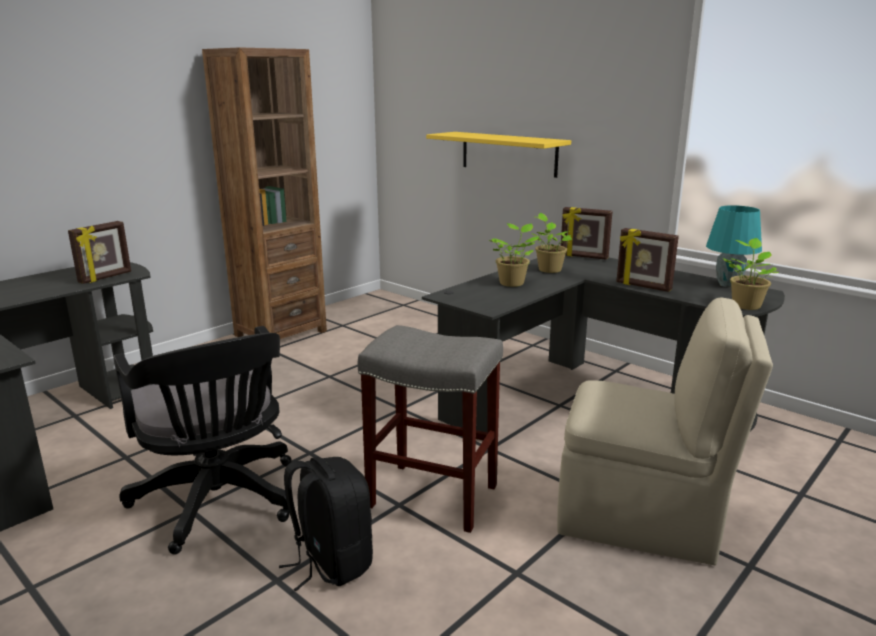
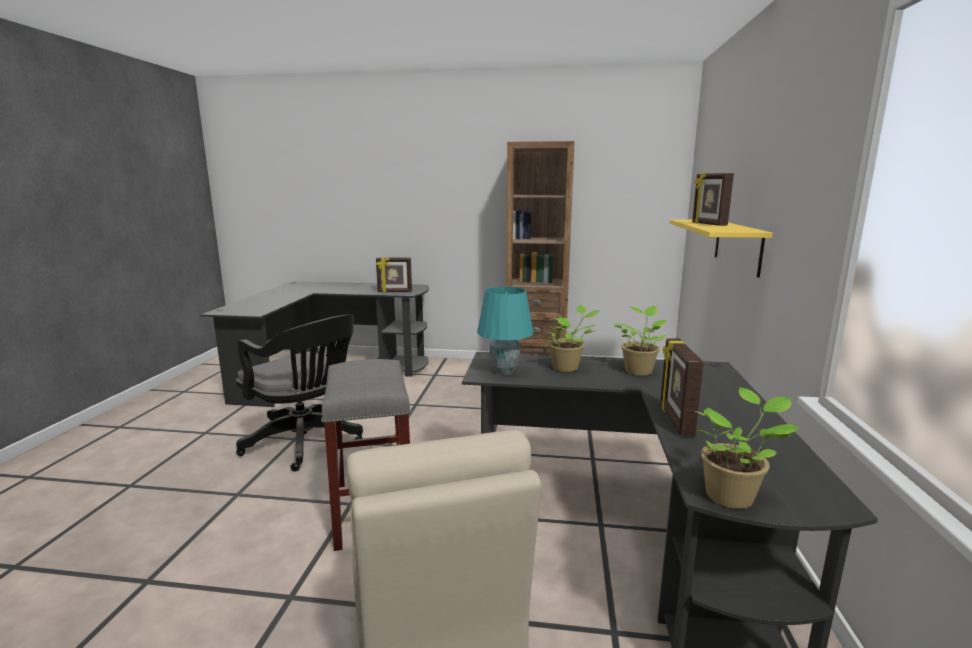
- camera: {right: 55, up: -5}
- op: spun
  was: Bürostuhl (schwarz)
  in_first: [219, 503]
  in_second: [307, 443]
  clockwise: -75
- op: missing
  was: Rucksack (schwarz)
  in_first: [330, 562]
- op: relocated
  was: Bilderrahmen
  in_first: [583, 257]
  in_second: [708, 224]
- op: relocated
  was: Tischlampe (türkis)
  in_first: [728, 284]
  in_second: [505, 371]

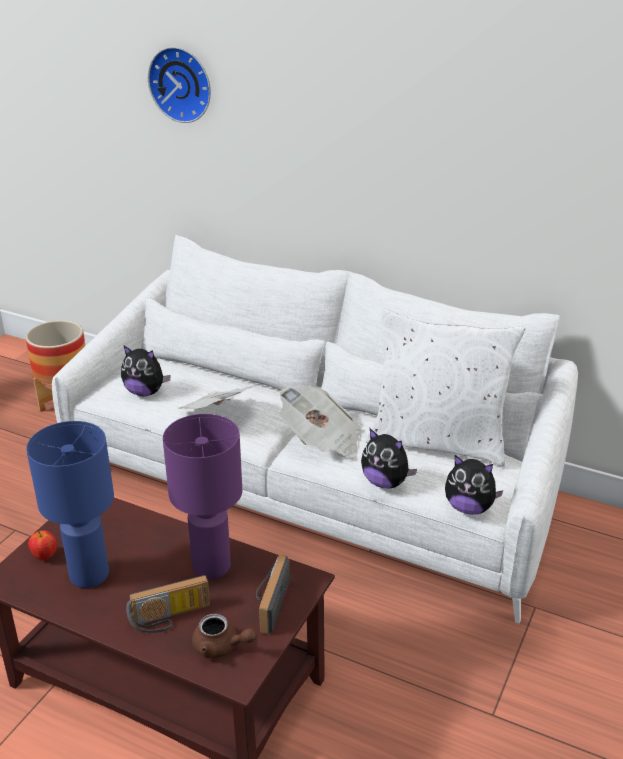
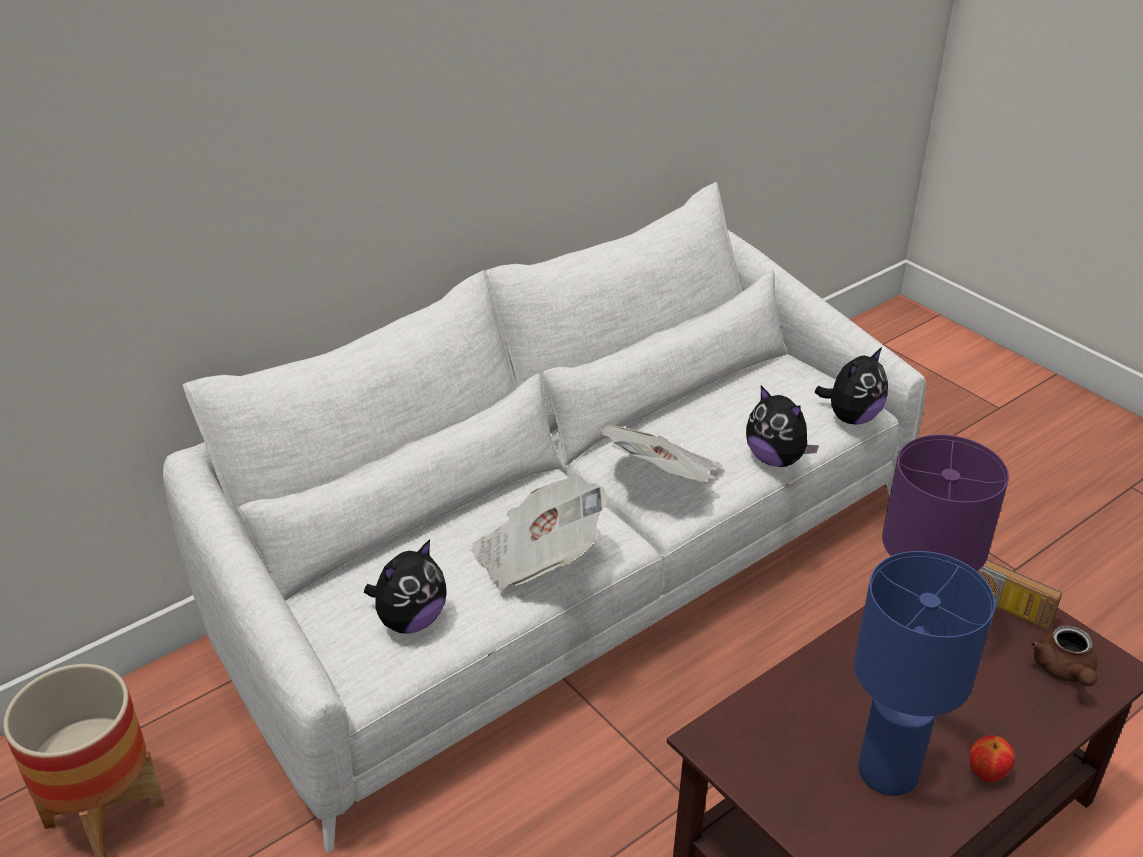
- camera: {right: -65, up: 5}
- op: relocated
  was: Apfel
  in_first: [45, 556]
  in_second: [986, 774]
- op: missing
  was: Radio
  in_first: [170, 618]
- op: missing
  was: Wanduhr
  in_first: [182, 84]
- op: spun
  was: Teekanne (braun)
  in_first: [221, 647]
  in_second: [1064, 671]
  clockwise: 135
- op: spun
  was: Plüschtier
  in_first: [385, 482]
  in_second: [776, 459]
  clockwise: 75
- op: missing
  was: Kissen (weiß)
  in_first: [437, 441]

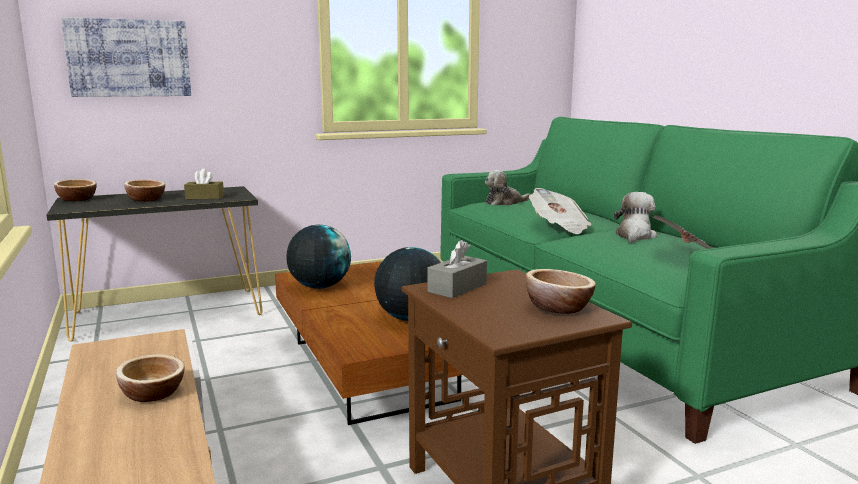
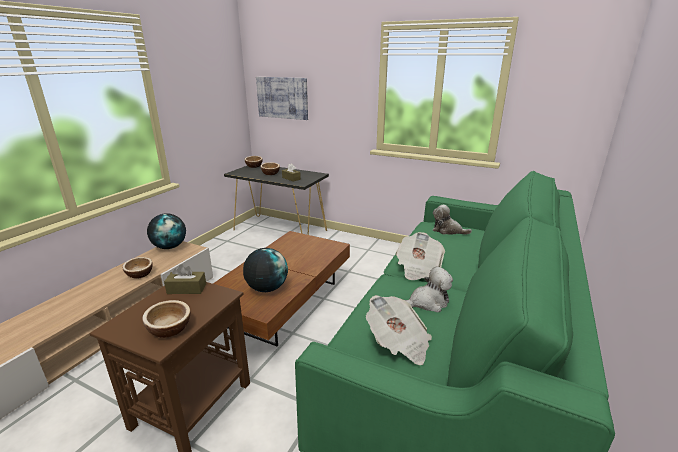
- camera: {right: 50, up: 10}
- op: relocated
  was: Globus
  in_first: [320, 287]
  in_second: [170, 247]
- op: colour
  was: Taschentuchbox (grau)
  now: Taschentuchbox (braun)
  in_first: [457, 288]
  in_second: [187, 289]

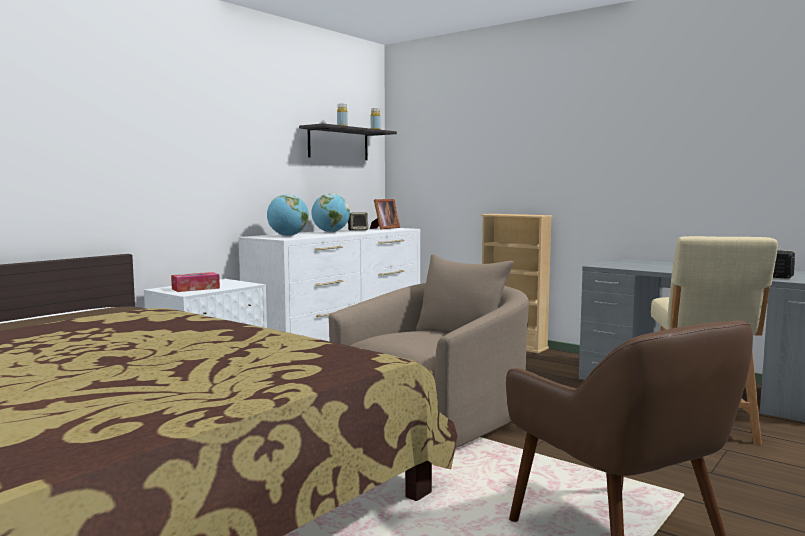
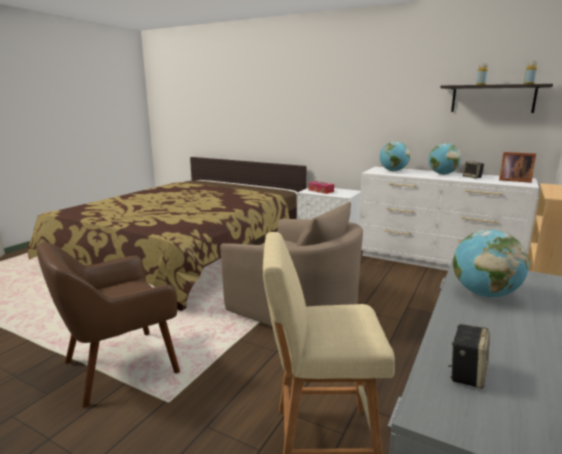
- camera: {right: 80, up: 10}
- op: appeared
  now: Globus
  in_second: [484, 294]

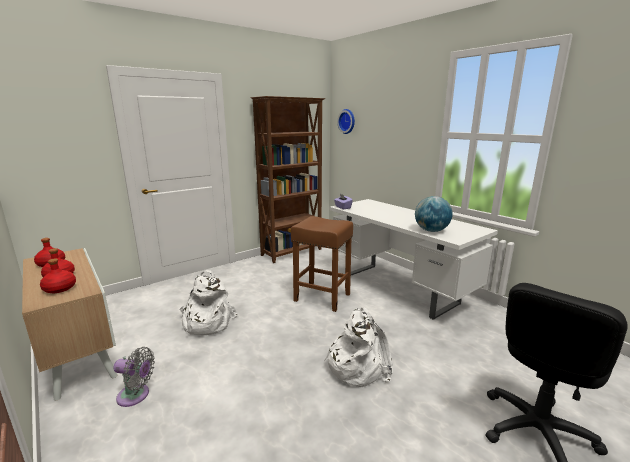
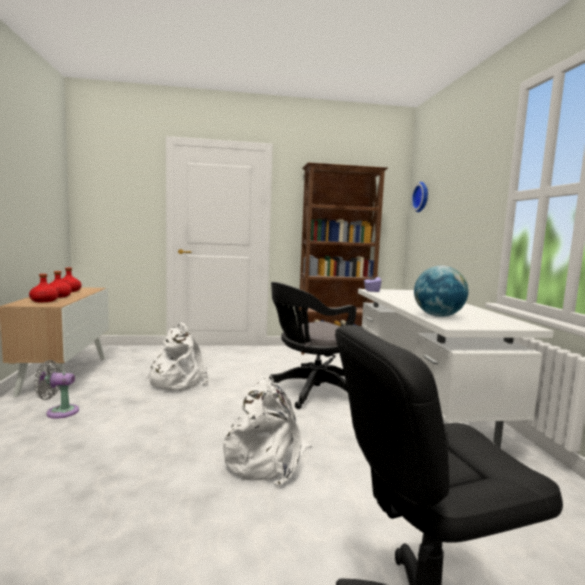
- camera: {right: 30, up: -10}
- op: spun
  was: Ventilator (grau)
  in_first: [136, 395]
  in_second: [59, 412]
  clockwise: 135
- op: exchanged
  was: Hocker (braun)
  now: Bürostuhl (schwarz)
  in_first: [321, 297]
  in_second: [312, 392]

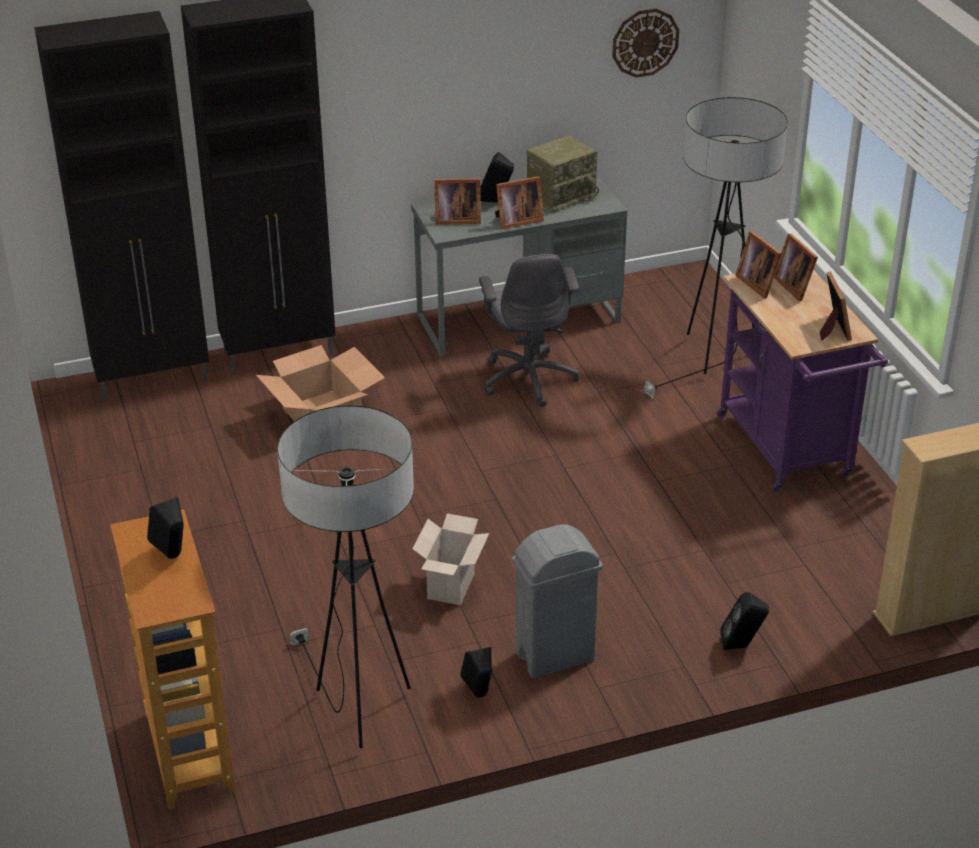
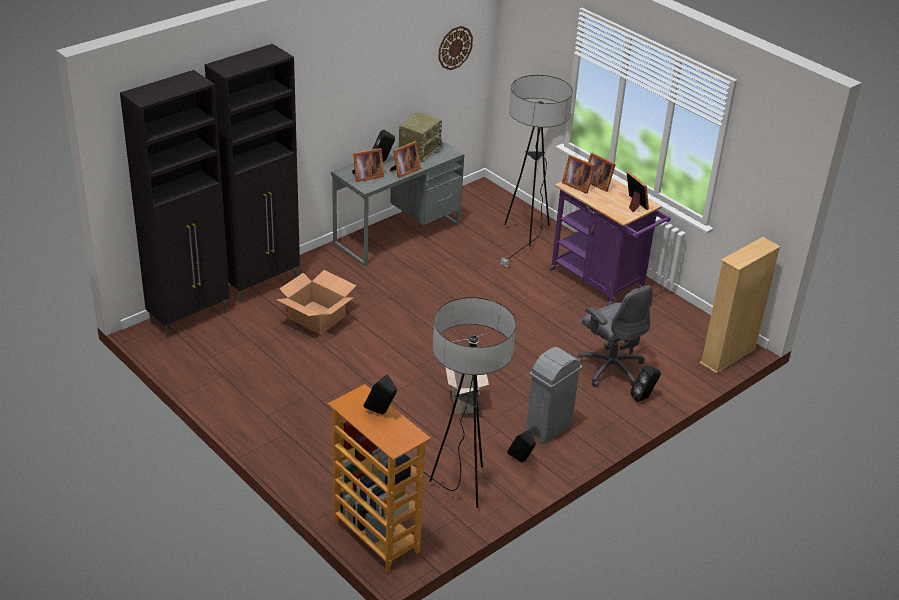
- camera: {right: -25, up: 0}
- op: relocated
  was: Bürostuhl (grau)
  in_first: [529, 378]
  in_second: [610, 368]

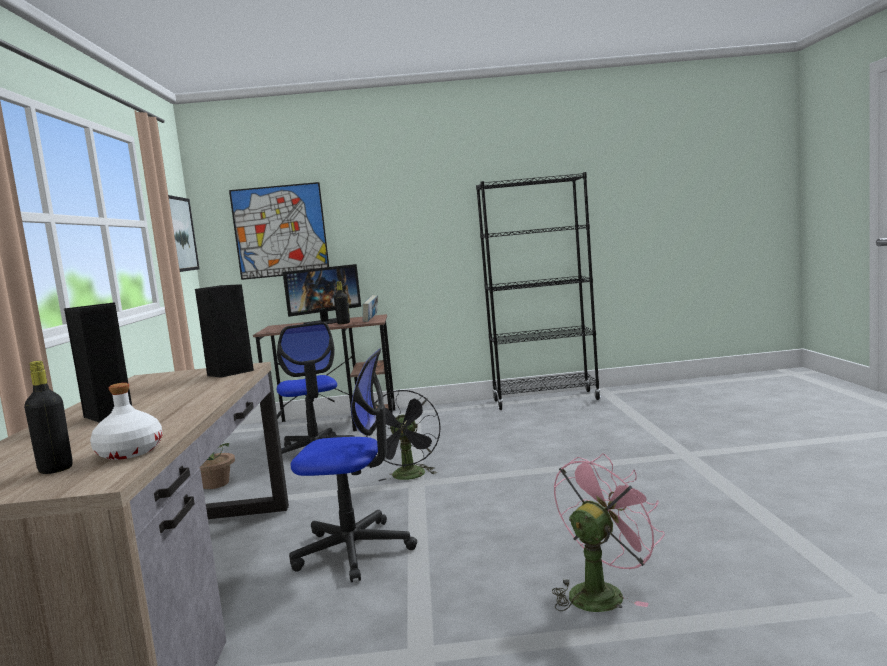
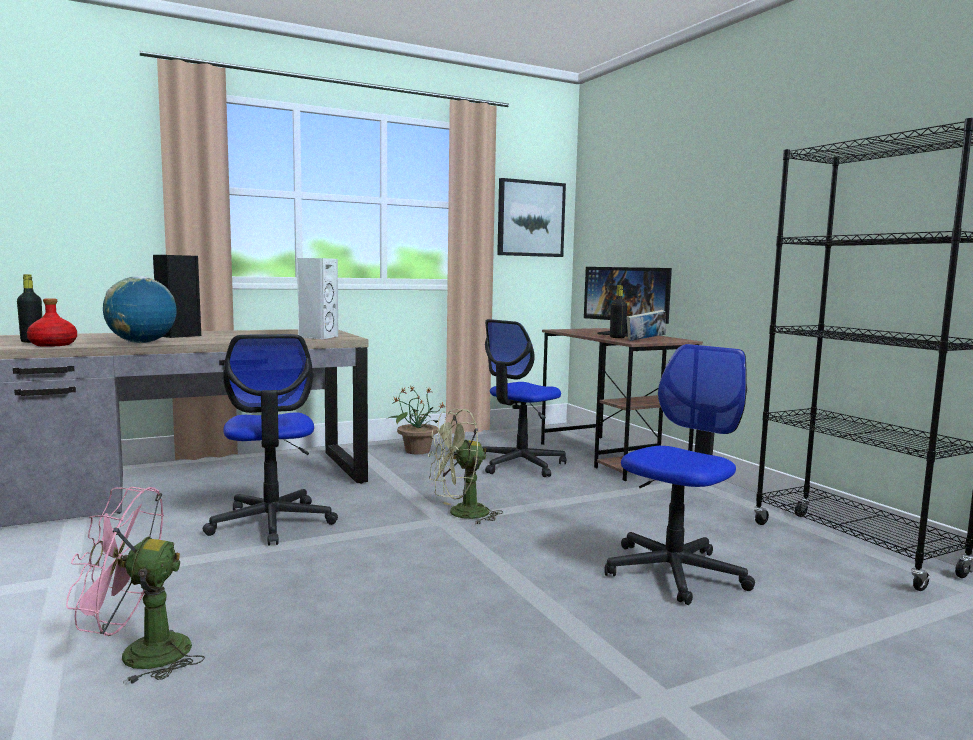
- camera: {right: 65, up: 0}
- op: colour
  was: Flasche (weiß)
  now: Flasche (rot)
  in_first: [129, 452]
  in_second: [53, 344]
- op: colour
  was: Lautsprecher (schwarz)
  now: Lautsprecher (weiß)
  in_first: [229, 373]
  in_second: [317, 337]
- op: missing
  was: Bild
  in_first: [280, 231]
- op: colour
  was: Ventilator (schwarz)
  now: Ventilator (grün)
  in_first: [409, 477]
  in_second: [461, 514]
- op: spun
  was: Ventilator (rosa)
  in_first: [601, 592]
  in_second: [139, 655]
  clockwise: 150
- op: appeared
  now: Globus
  in_second: [142, 343]
- op: appeared
  now: Bürostuhl
  in_second: [674, 572]

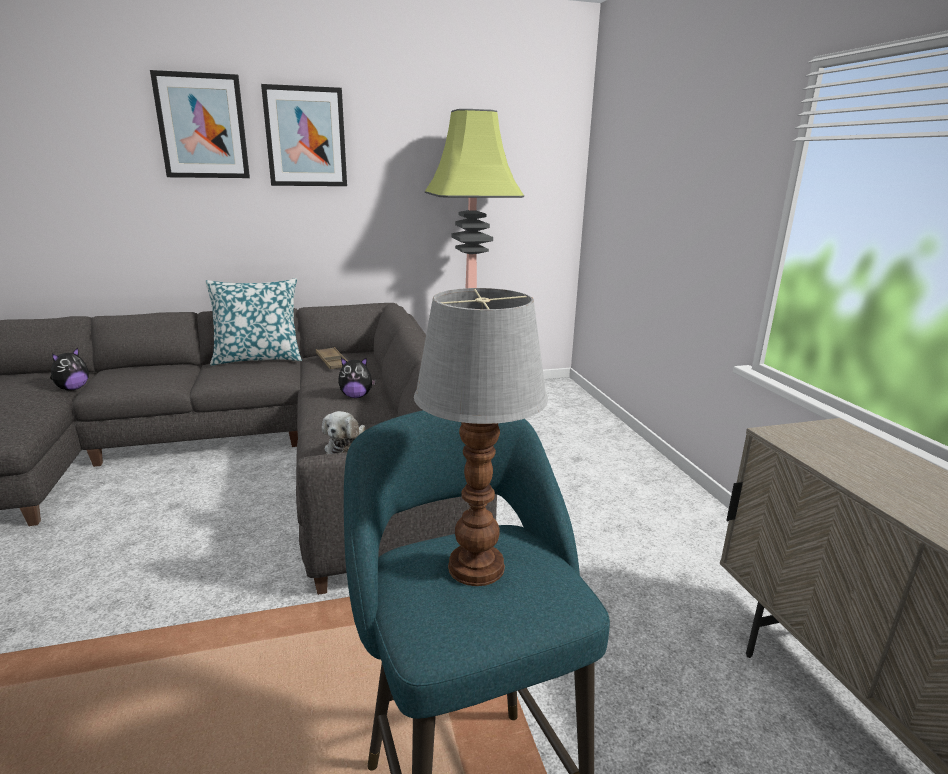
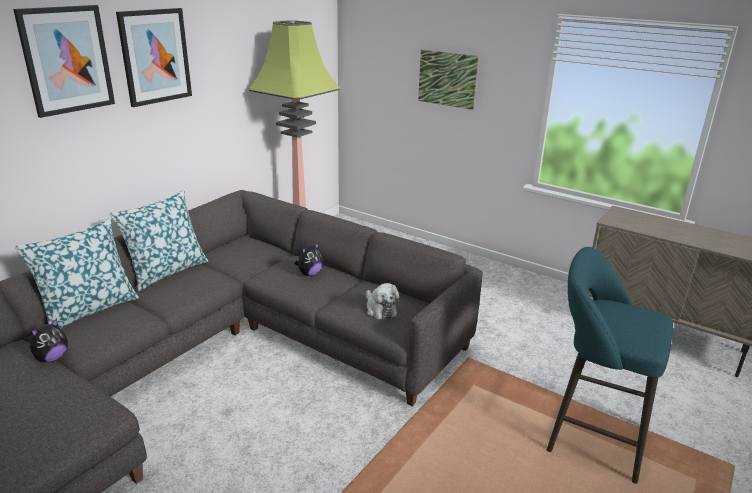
- camera: {right: -40, up: 5}
- op: spun
  was: Plüschtier
  in_first: [72, 389]
  in_second: [52, 358]
  clockwise: 45
- op: missing
  was: Tablett (braun)
  in_first: [332, 362]
- op: missing
  was: Tischlampe
  in_first: [477, 566]
- op: appeared
  now: Kissen
  in_second: [89, 310]
- op: appeared
  now: Bild
  in_second: [447, 79]

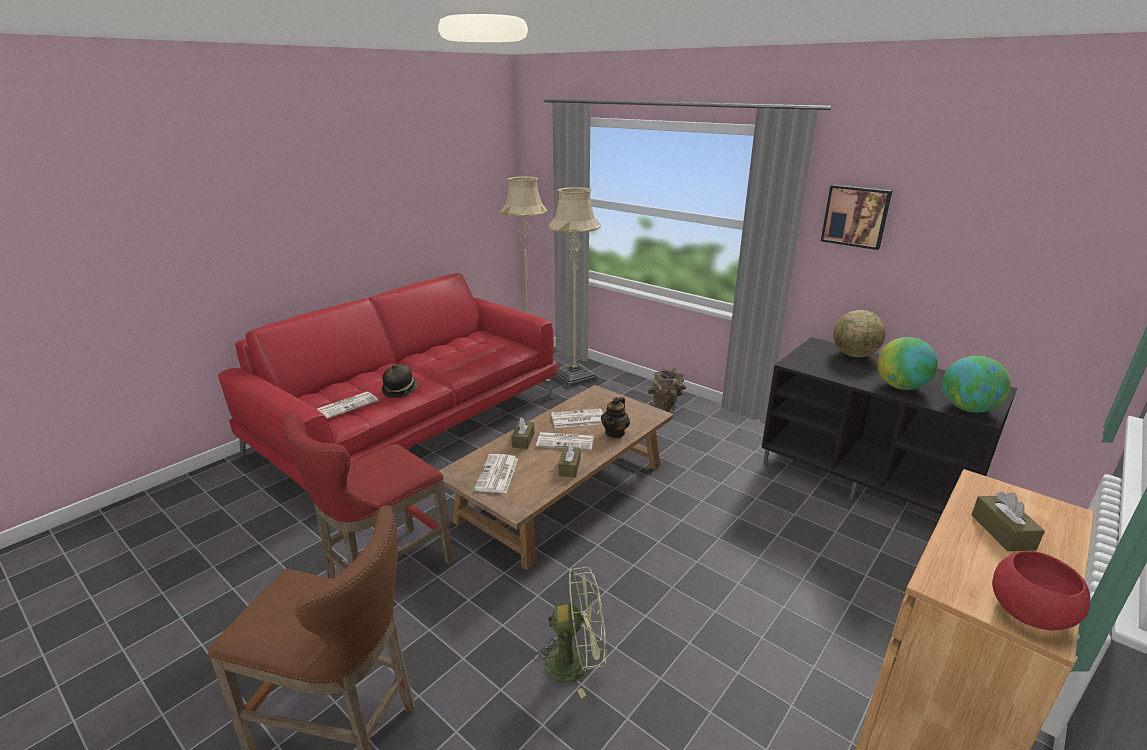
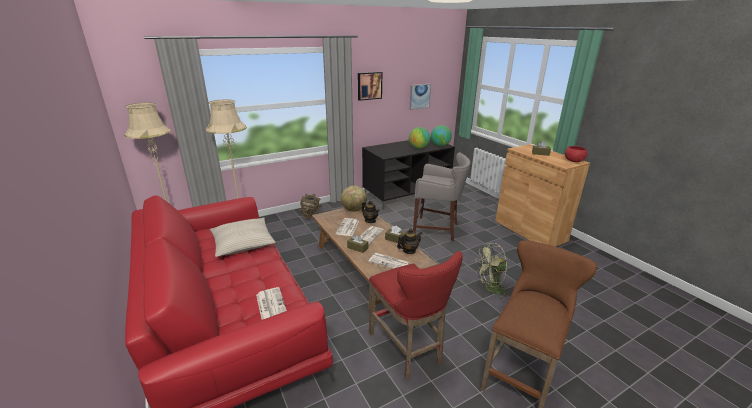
- camera: {right: -70, up: 0}
- op: missing
  was: Hut
  in_first: [400, 390]
- op: spun
  was: Ventilator (grün)
  in_first: [576, 663]
  in_second: [490, 289]
  clockwise: -120
- op: relocated
  was: Globus
  in_first: [854, 355]
  in_second: [354, 210]
- op: appeared
  now: Kissen (beige)
  in_second: [243, 243]
- op: appeared
  now: Teekanne
  in_second: [409, 251]
- op: appeared
  now: Bild
  in_second: [419, 96]
- op: appeared
  now: Hocker (grau)
  in_second: [437, 229]

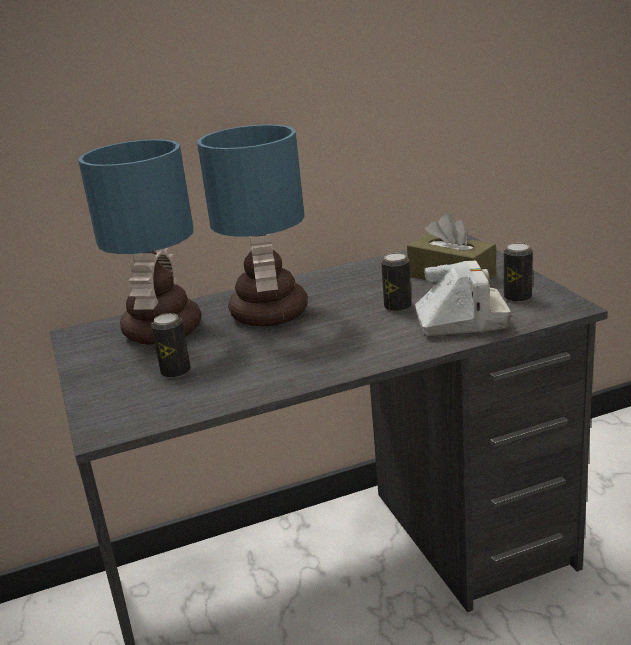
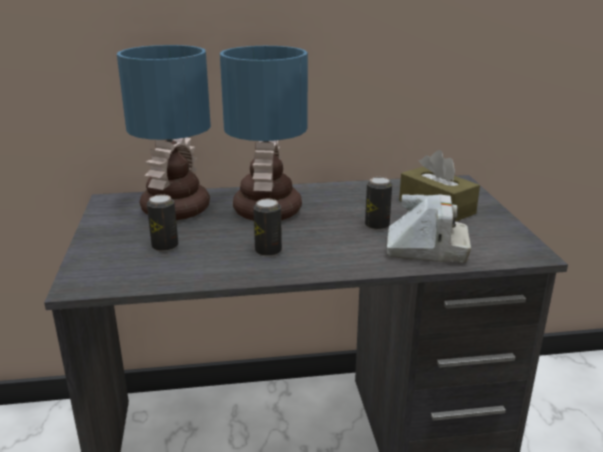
- camera: {right: 10, up: 0}
- op: relocated
  was: Dose
  in_first: [517, 297]
  in_second: [268, 251]

